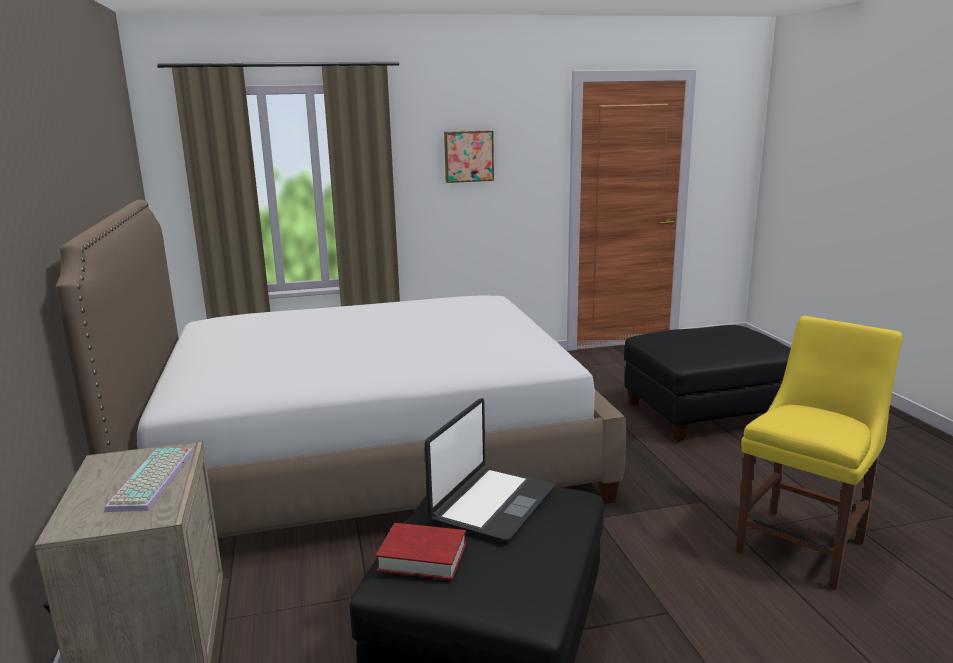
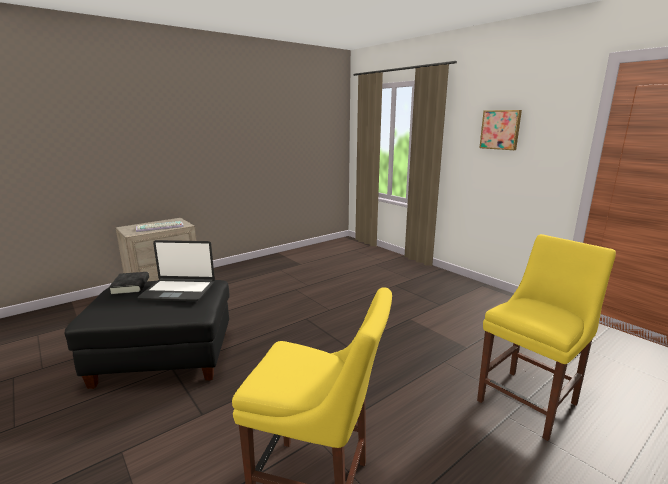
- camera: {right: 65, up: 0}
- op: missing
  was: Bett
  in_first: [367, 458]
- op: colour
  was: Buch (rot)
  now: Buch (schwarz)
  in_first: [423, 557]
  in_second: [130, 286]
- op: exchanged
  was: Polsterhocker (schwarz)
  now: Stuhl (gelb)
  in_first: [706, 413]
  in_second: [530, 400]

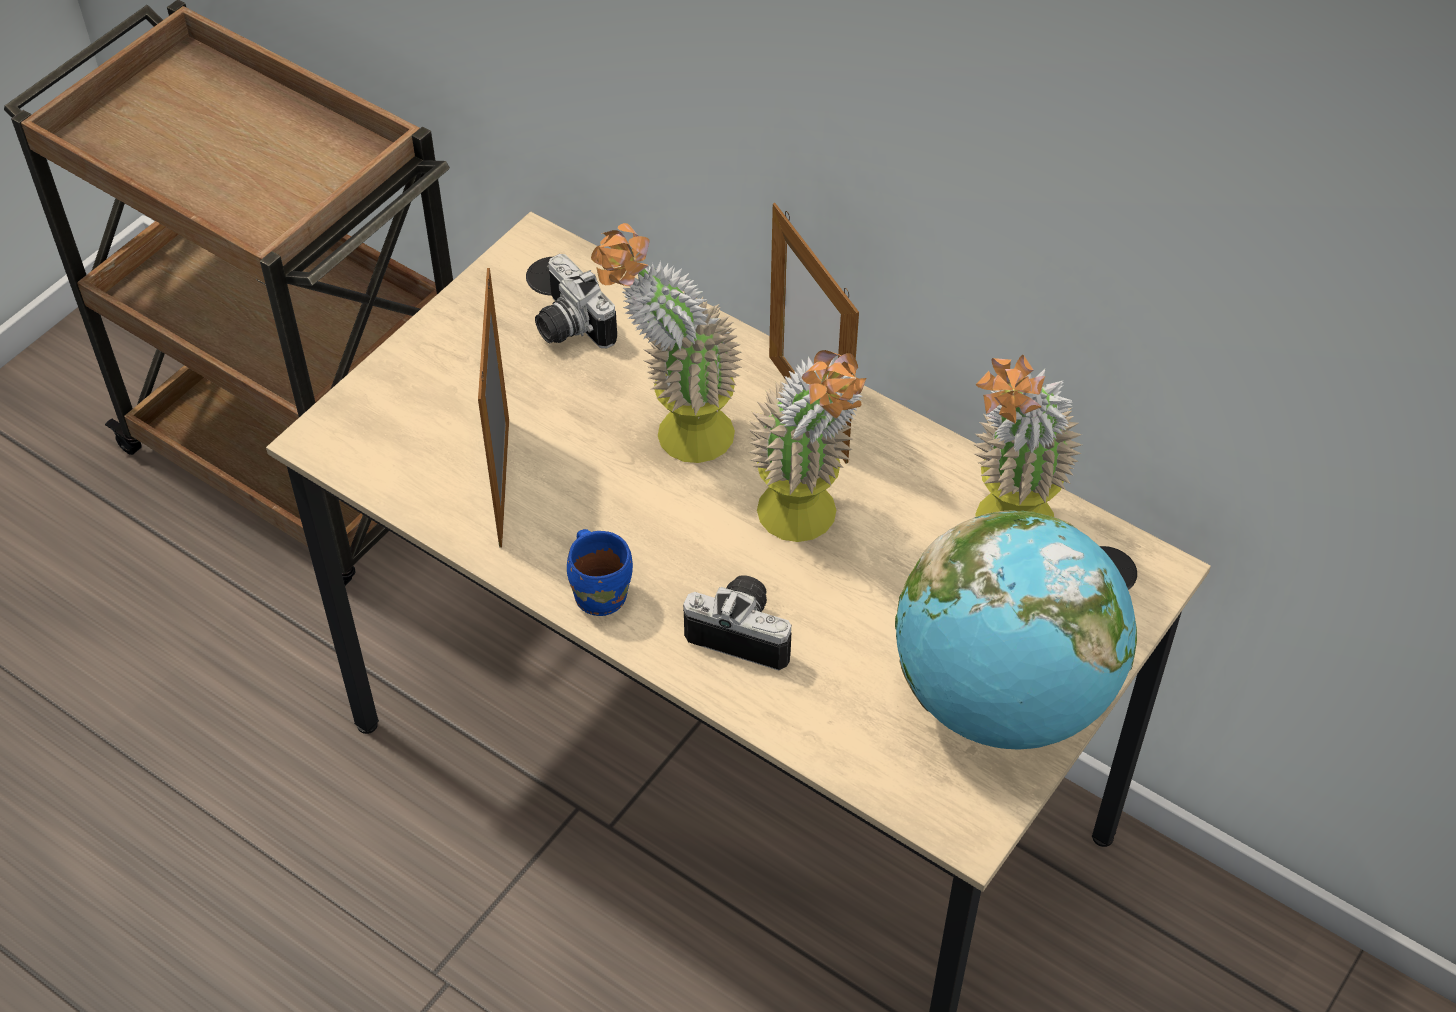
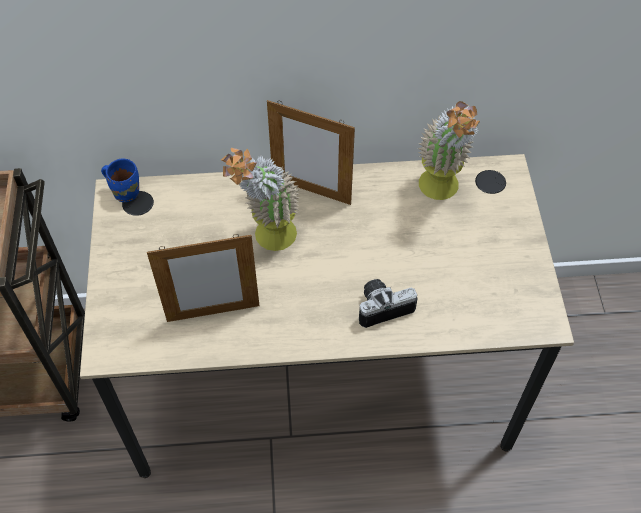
- camera: {right: -40, up: 5}
- op: spun
  was: Bilderrahmen
  in_first: [504, 482]
  in_second: [213, 313]
  clockwise: -60
- op: missing
  was: Kamera
  in_first: [568, 327]
- op: relocated
  was: Henkelbecher (blau)
  in_first: [602, 593]
  in_second: [126, 191]
- op: missing
  was: Topfpflanze
  in_first: [806, 526]
- op: missing
  was: Globus
  in_first: [1002, 697]

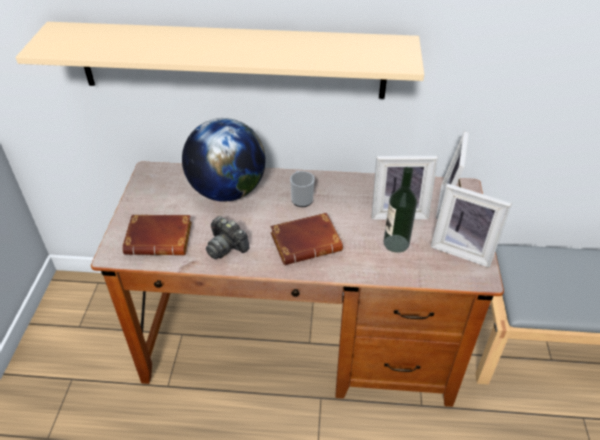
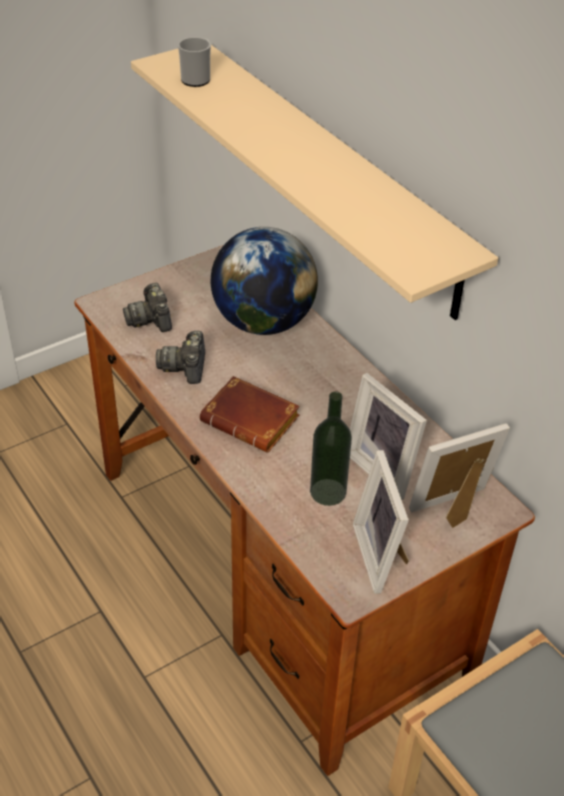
- camera: {right: 50, up: 0}
- op: exchanged
  was: Buch (braun)
  now: Kamera
  in_first: [161, 238]
  in_second: [150, 319]
- op: relocated
  was: Henkelbecher
  in_first: [301, 198]
  in_second: [197, 78]

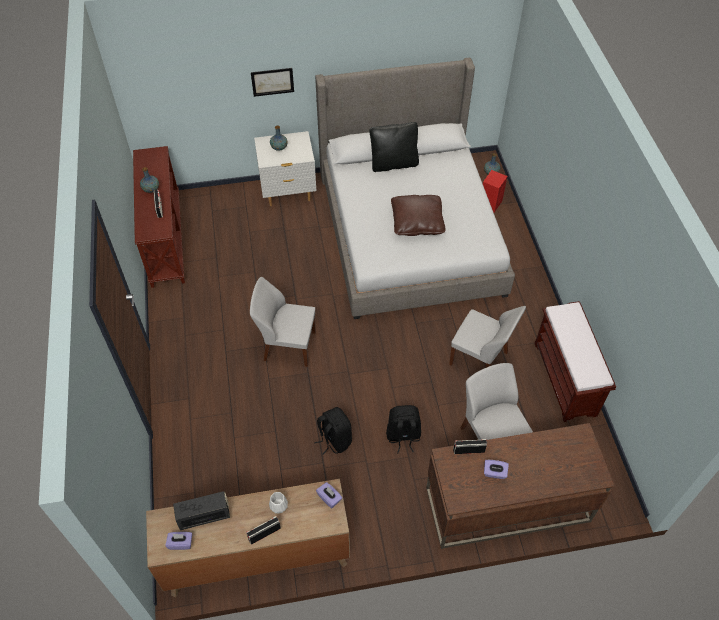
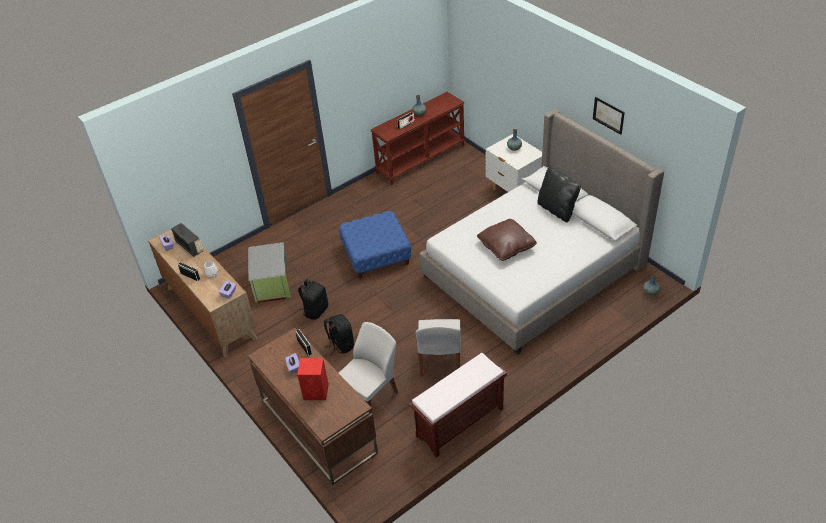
- camera: {right: 65, up: -10}
- op: exchanged
  was: Stuhl (weiß)
  now: Polsterhocker (blau)
  in_first: [288, 345]
  in_second: [376, 254]
- op: relocated
  was: Bild
  in_first: [272, 81]
  in_second: [608, 115]
- op: relocated
  was: Lautsprecher (rot)
  in_first: [490, 203]
  in_second: [316, 392]
- op: appeared
  now: Aufbewahrungsbox (grau)
  in_second: [271, 283]

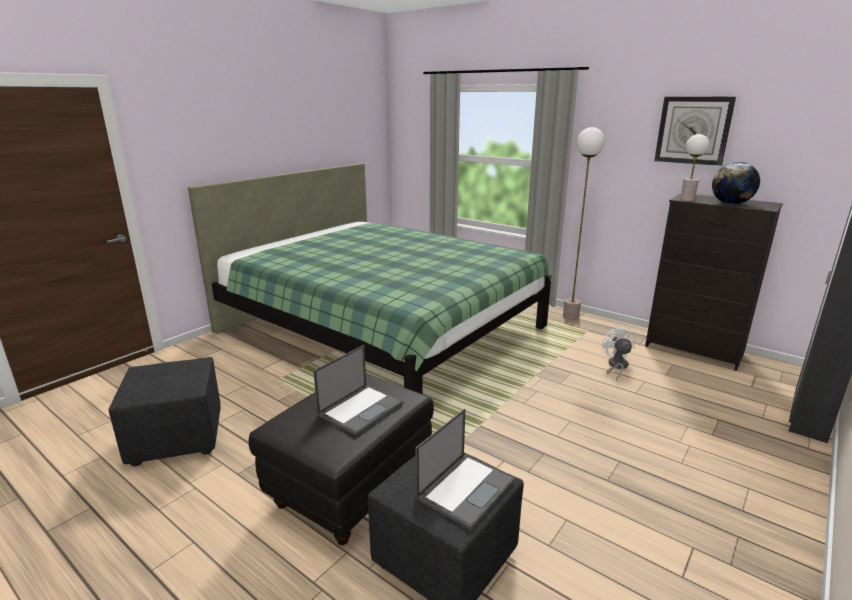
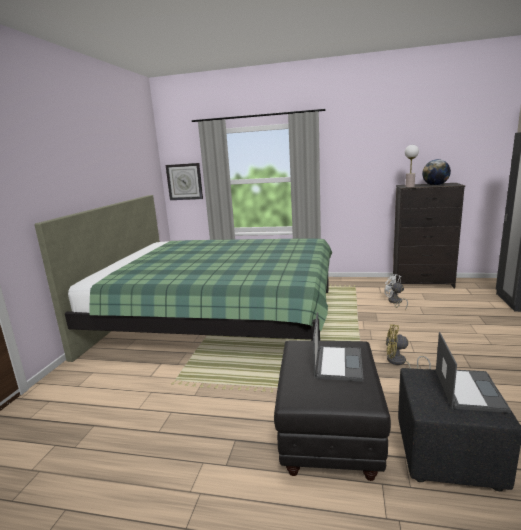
- camera: {right: -25, up: -5}
- op: missing
  was: Polsterhocker (schwarz)
  in_first: [176, 438]
- op: missing
  was: Stehlampe
  in_first: [571, 316]
- op: relocated
  was: Wanduhr
  in_first: [693, 130]
  in_second: [184, 181]
- op: appeared
  now: Ventilator (gelb)
  in_second: [399, 362]

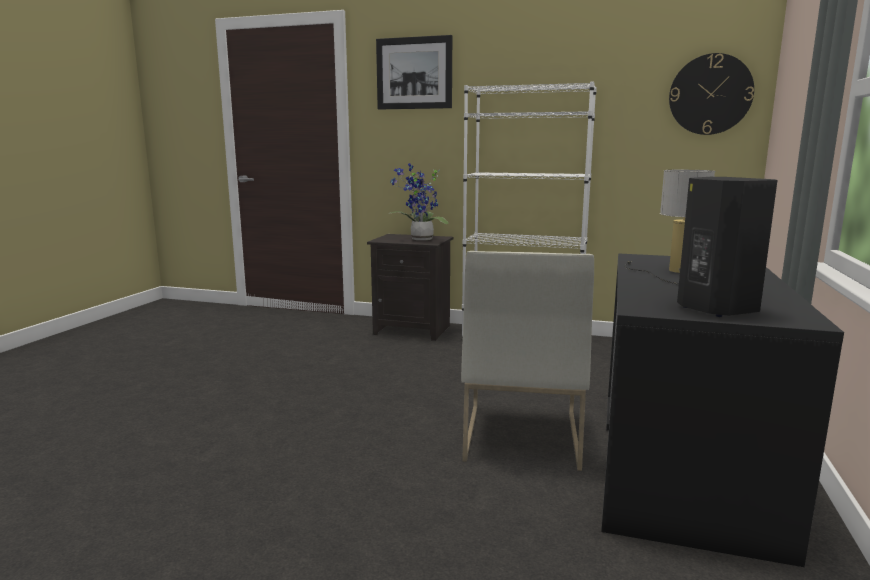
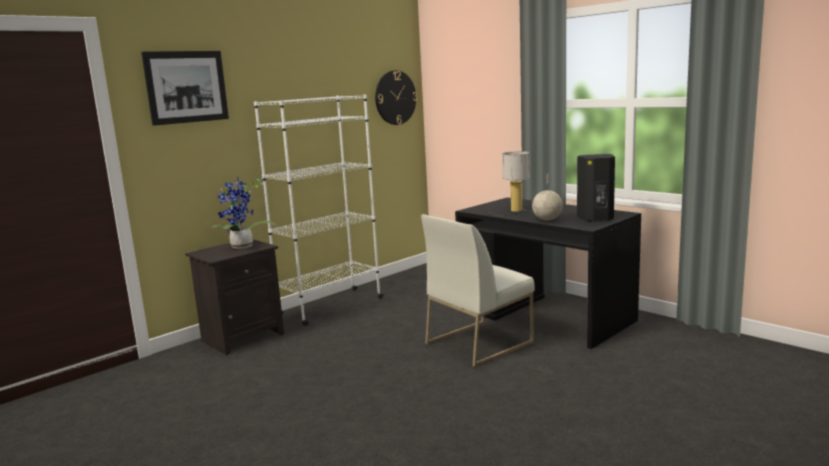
- camera: {right: -60, up: 0}
- op: spun
  was: Stuhl (weiß)
  in_first: [520, 435]
  in_second: [479, 342]
  clockwise: 105
- op: appeared
  now: Globus
  in_second: [547, 220]

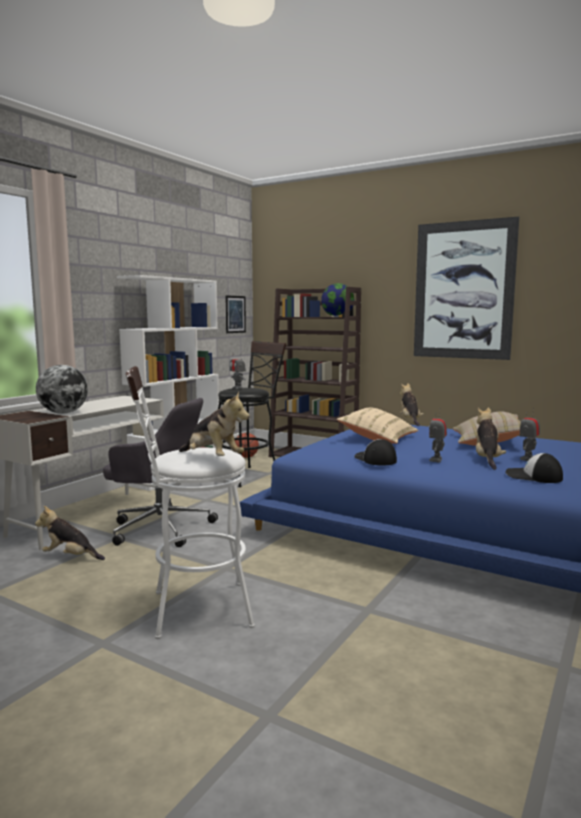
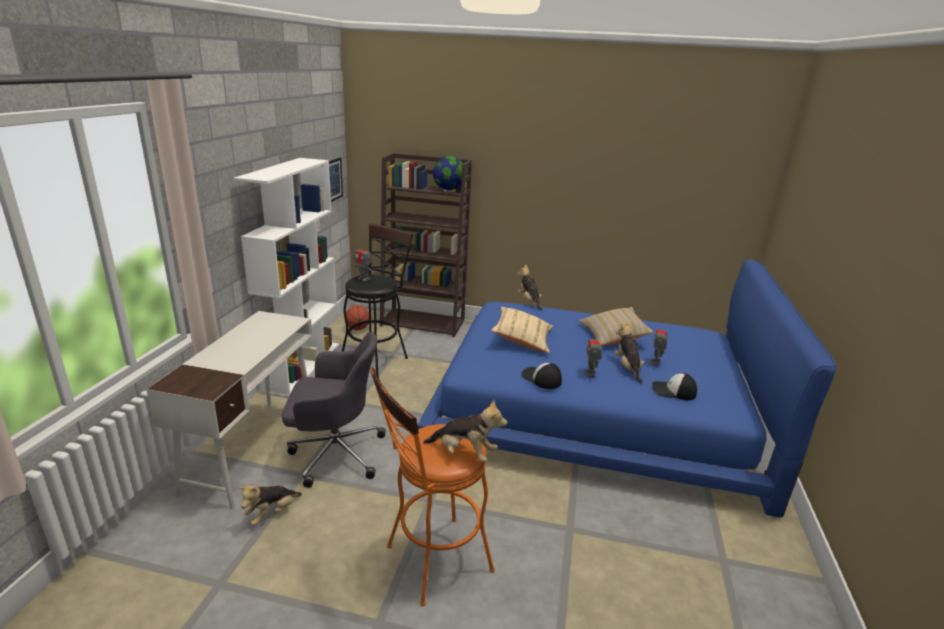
- camera: {right: -20, up: 15}
- op: spun
  was: Plüschtier
  in_first: [70, 557]
  in_second: [271, 513]
  clockwise: -45
- op: missing
  was: Globus
  in_first: [63, 413]
- op: colour
  was: Hocker (weiß)
  now: Hocker (orange)
  in_first: [191, 610]
  in_second: [431, 562]
- op: missing
  was: Bild
  in_first: [463, 290]

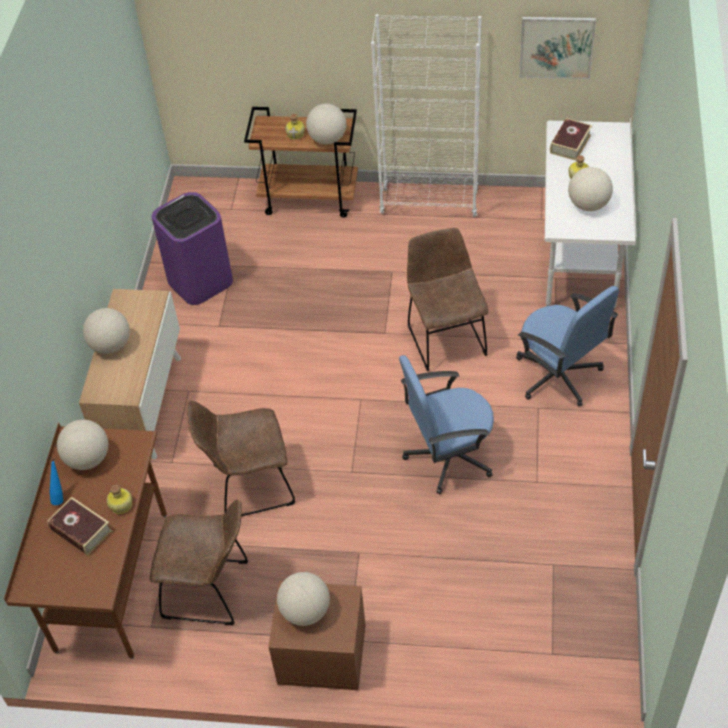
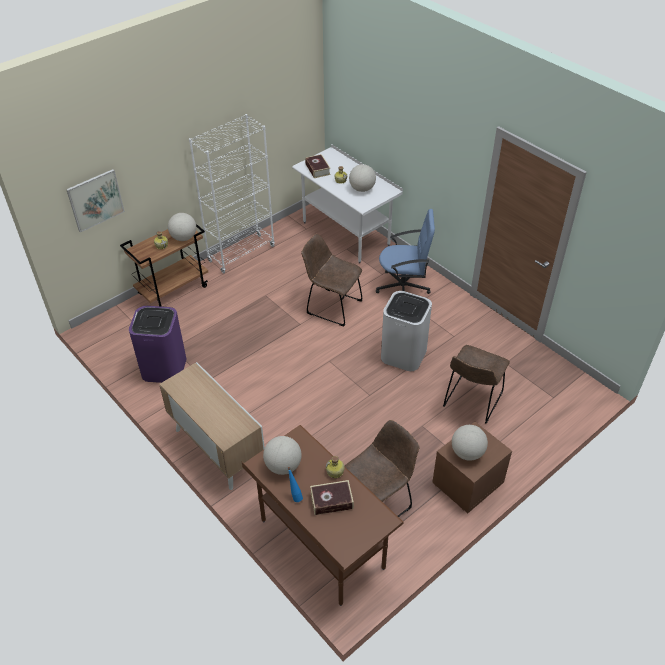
- camera: {right: -50, up: -5}
- op: missing
  was: Globus
  in_first: [111, 345]
- op: relocated
  was: Stuhl (braun)
  in_first: [249, 486]
  in_second: [471, 402]
- op: exchanged
  was: Bürostuhl (blau)
  now: Mülleimer (weiß)
  in_first: [448, 456]
  in_second: [403, 354]
- op: relocated
  was: Bild
  in_first: [556, 47]
  in_second: [95, 200]

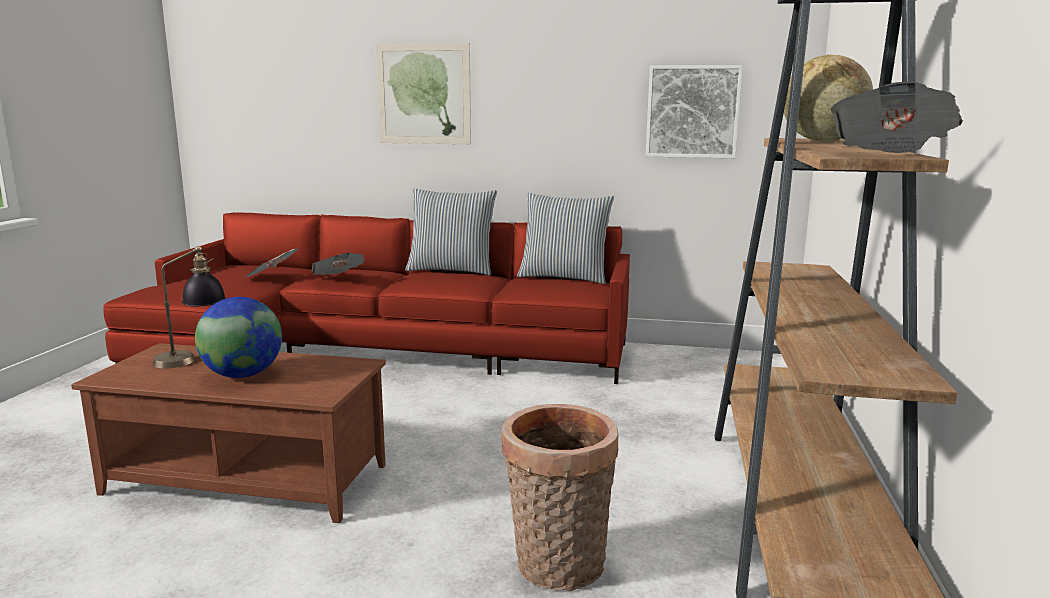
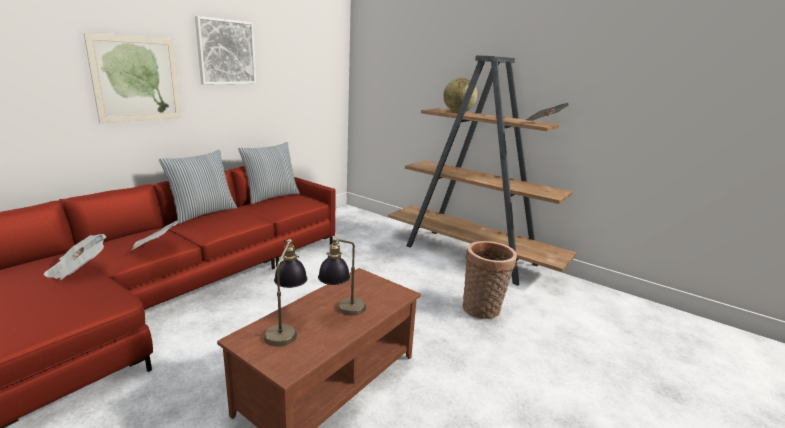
- camera: {right: -65, up: 5}
- op: exchanged
  was: Globus
  now: Tischlampe
  in_first: [243, 375]
  in_second: [342, 312]
- op: relocated
  was: Bild
  in_first: [692, 112]
  in_second: [226, 52]

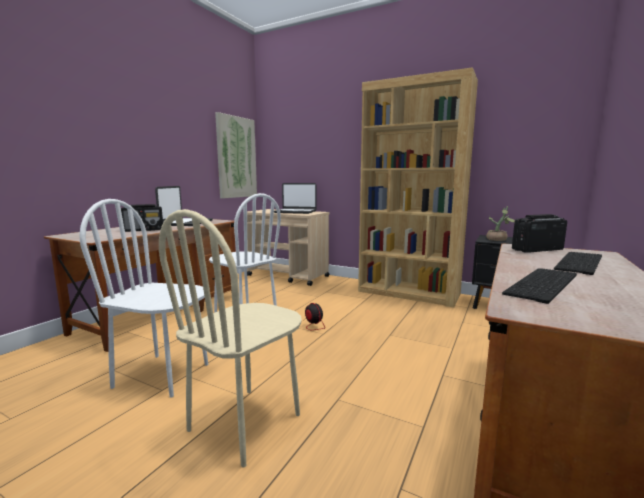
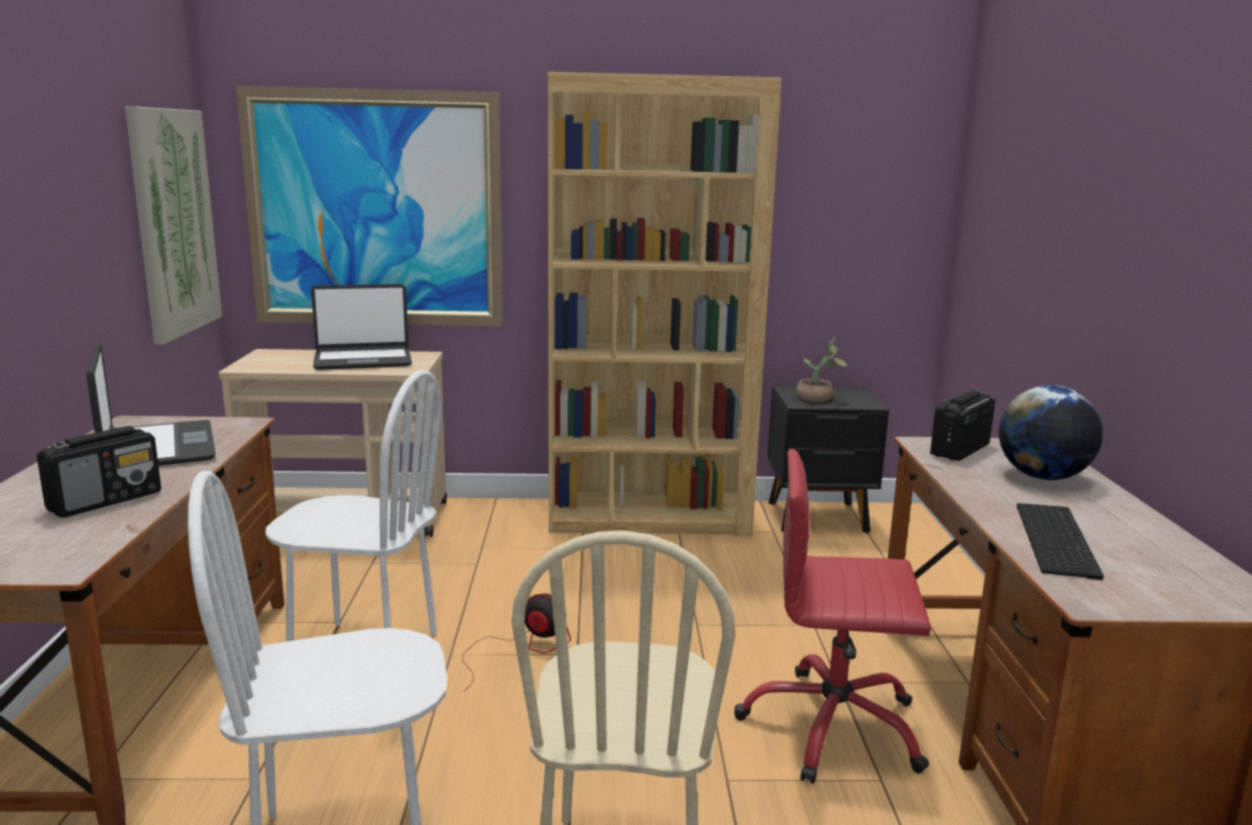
- camera: {right: -30, up: 5}
- op: exchanged
  was: Tastatur
  now: Globus
  in_first: [581, 263]
  in_second: [1042, 477]
- op: appeared
  now: Bild
  in_second: [374, 210]
- op: appeared
  now: Bürostuhl (rot)
  in_second: [832, 727]

